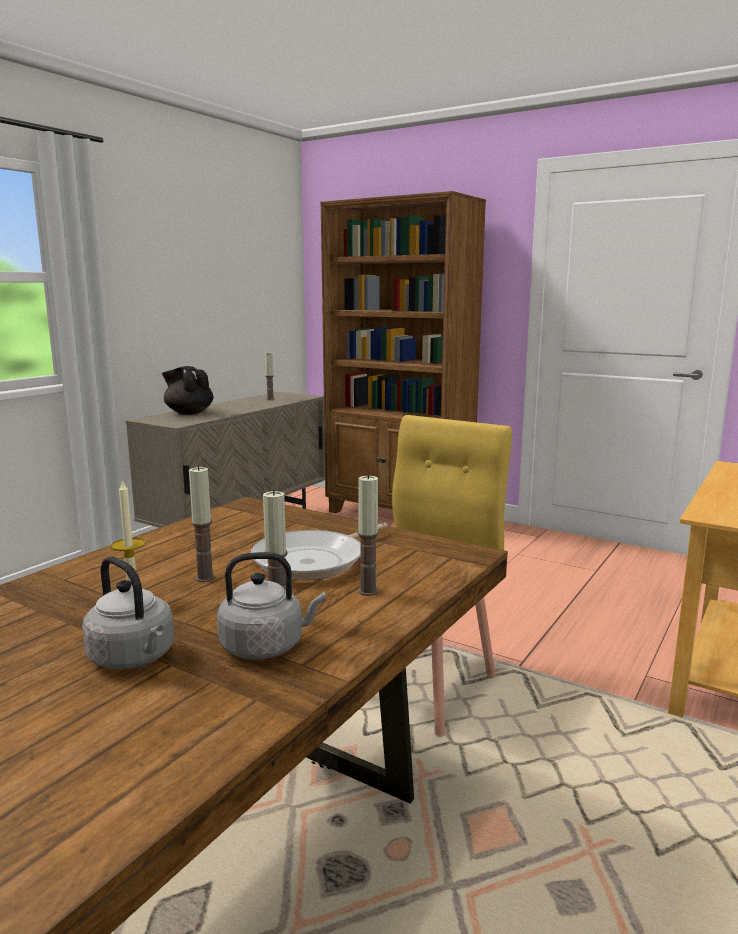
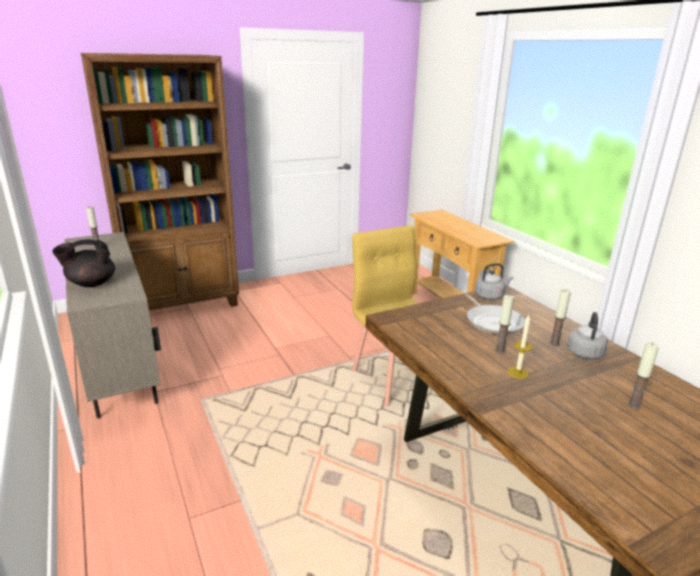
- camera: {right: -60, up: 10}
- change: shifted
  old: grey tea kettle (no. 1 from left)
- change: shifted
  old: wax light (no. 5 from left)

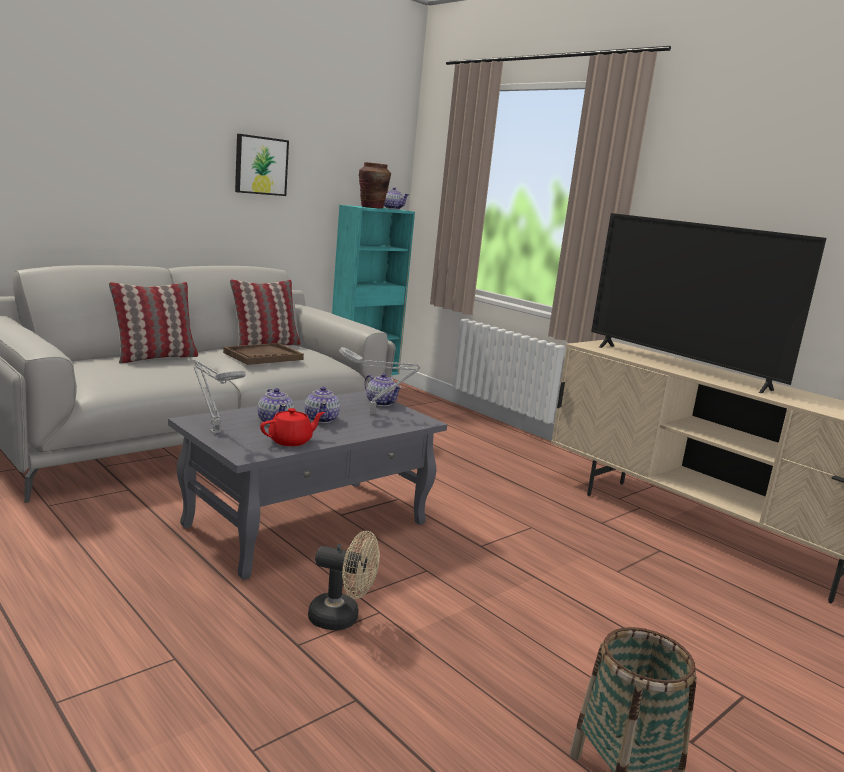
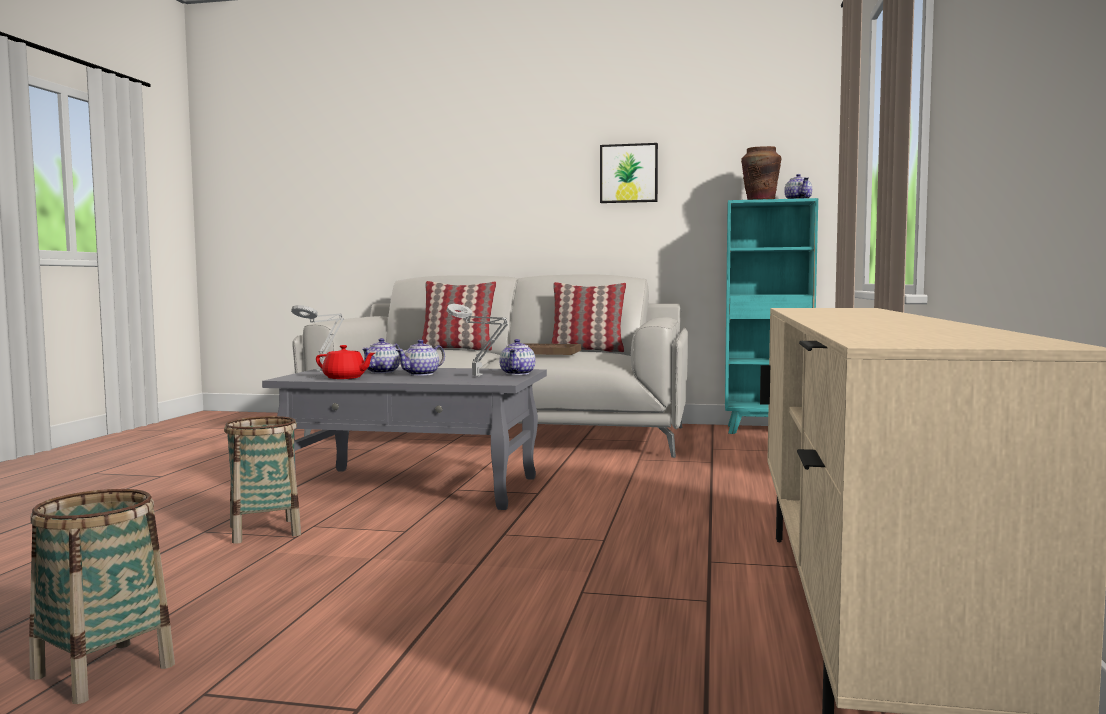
- camera: {right: 55, up: -10}
- change: swapped
  old: sand-coloured fan
  new: basket (no. 2 from left)
- change: gone
  old: TV

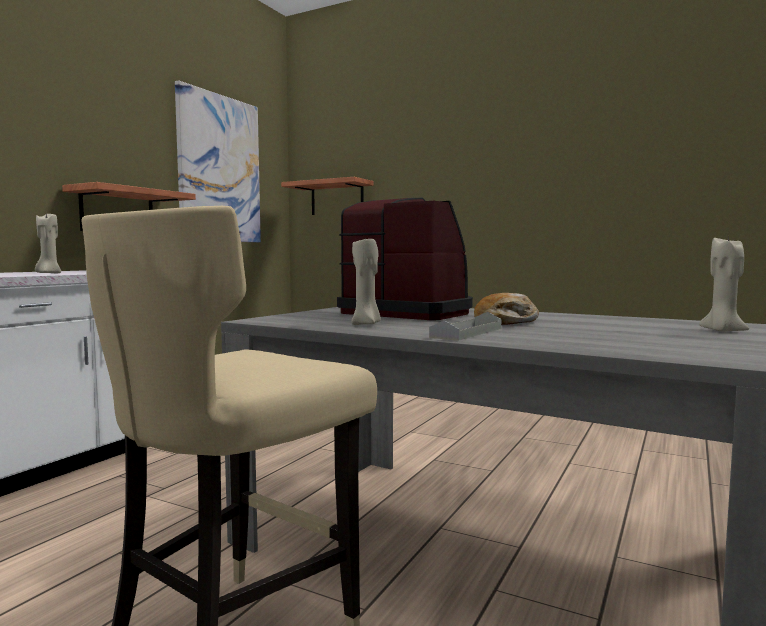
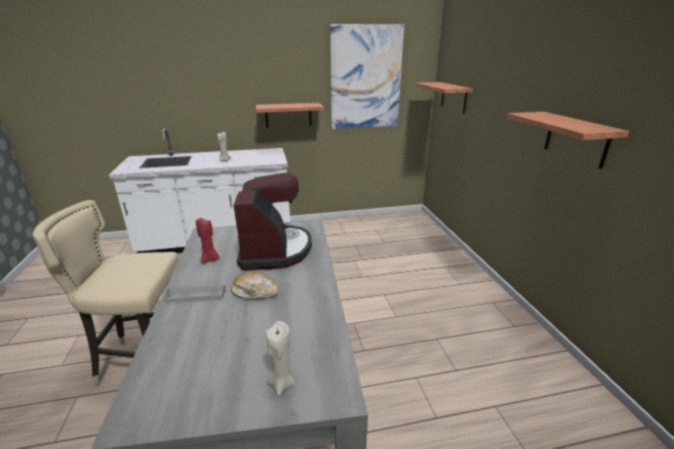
- camera: {right: 50, up: 20}
- change: repainted
  old: sand-coloured wax light (no. 2 from left)
  new: red wax light
- change: new
  new: wall shelf (no. 3 from left)

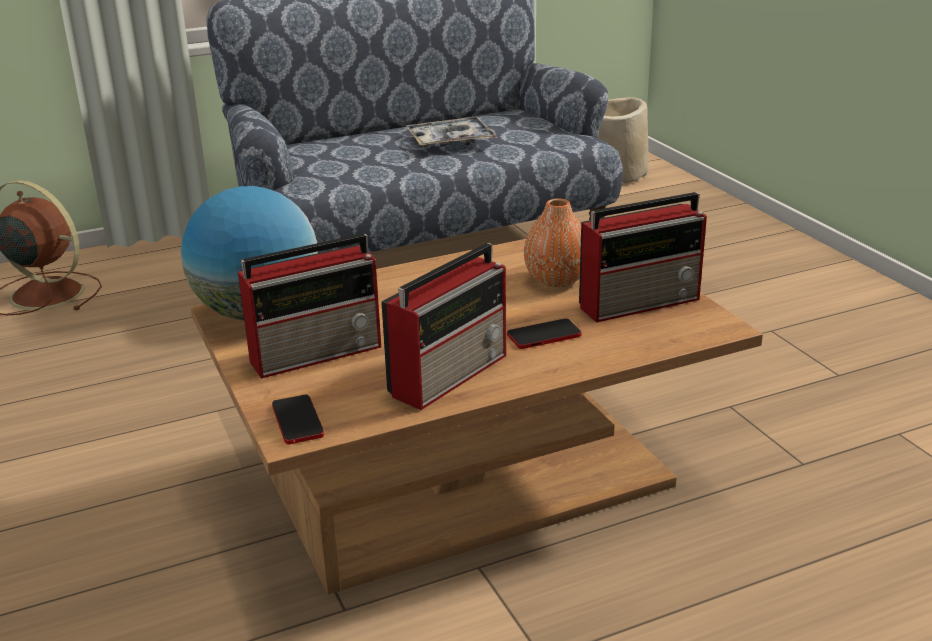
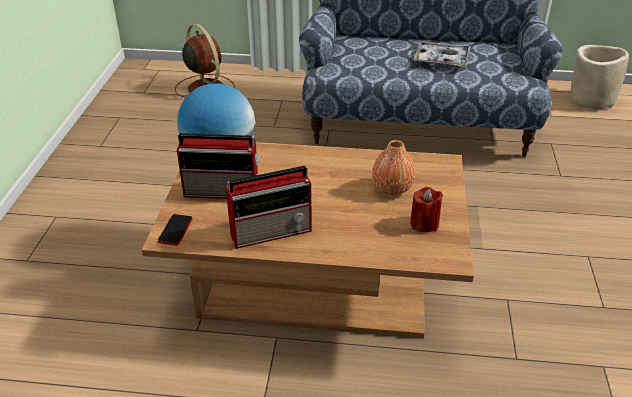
- camera: {right: 30, up: 10}
- change: gone
  old: telephone (no. 2 from left)
- change: swapped
  old: radio receiver (no. 3 from left)
  new: red wax light

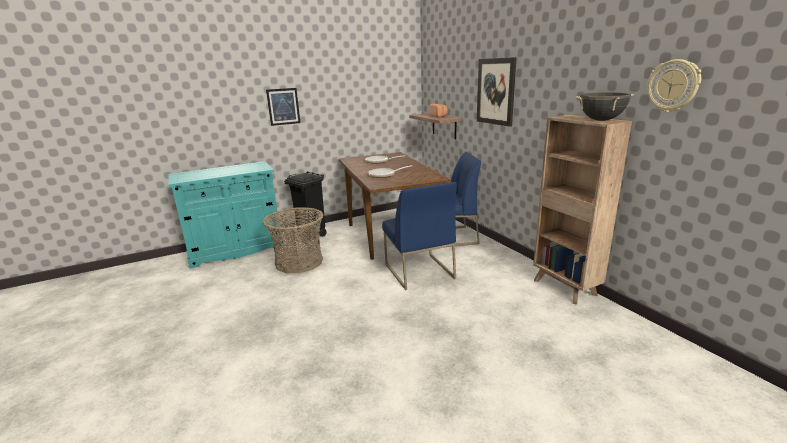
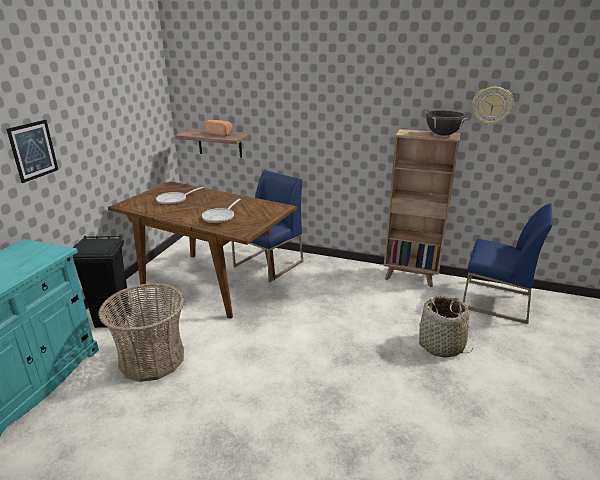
- camera: {right: -45, up: 5}
- change: shifted
  old: blue upright chair (no. 1 from left in the first image)
  new: blue upright chair (no. 2 from left)
- change: gone
  old: wall picture (no. 2 from left)
- change: new
  new: basket (no. 2 from left)

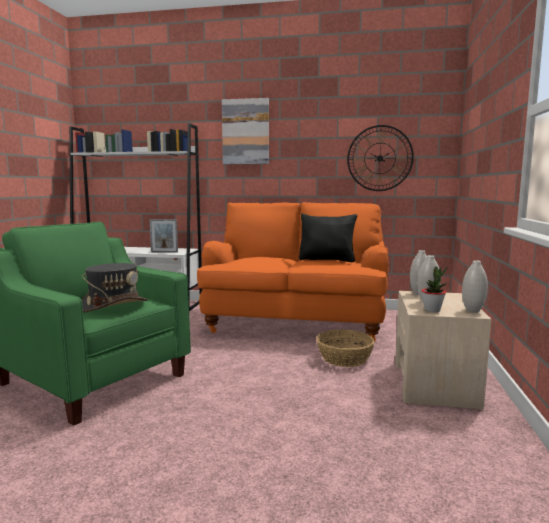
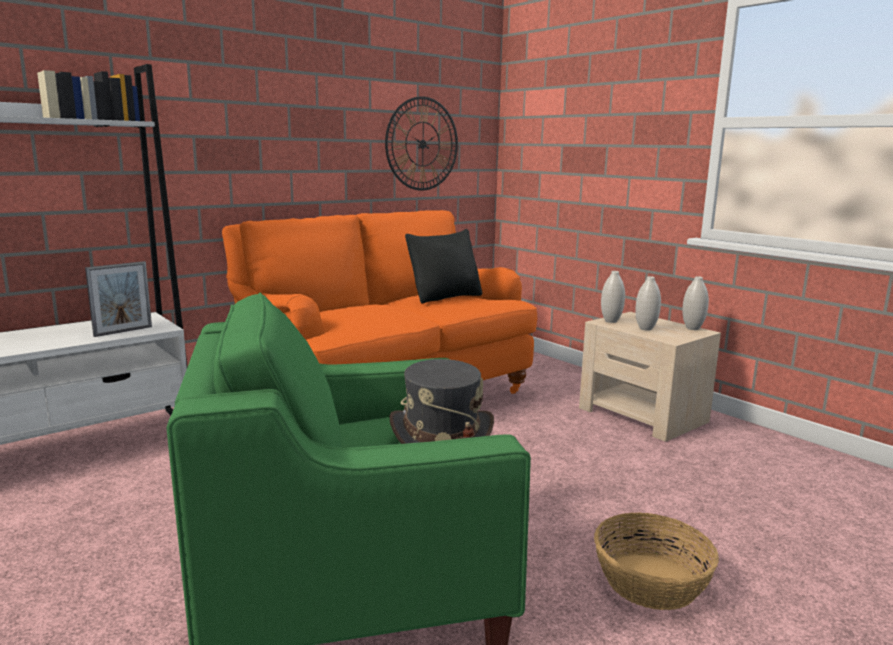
- camera: {right: -50, up: 5}
- change: gone
  old: wall picture
- change: shifted
  old: basket
- change: gone
  old: potted plant

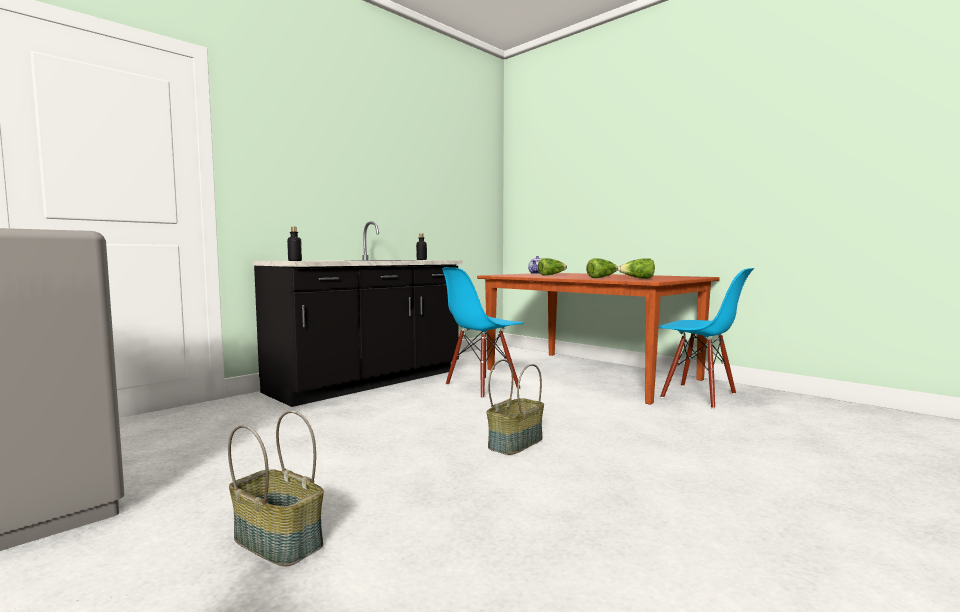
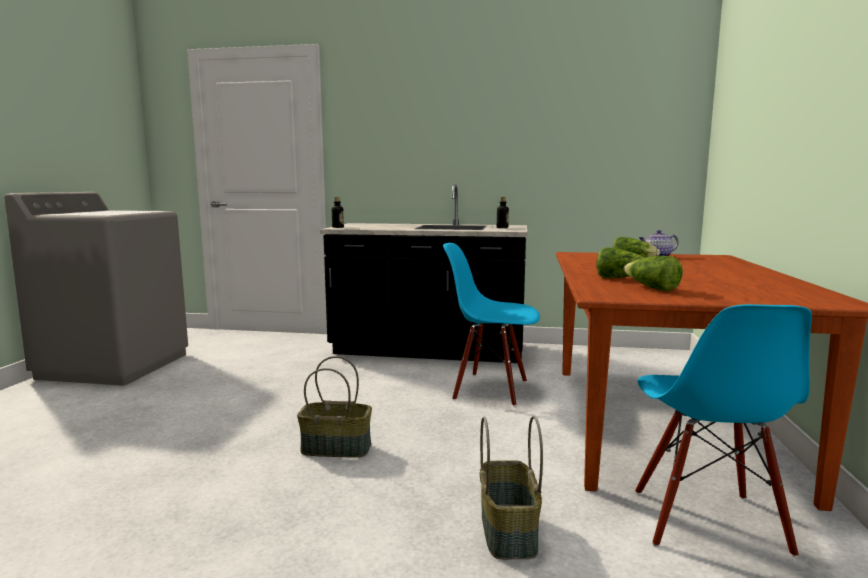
- camera: {right: 55, up: 5}
- change: shifted
  old: basket (no. 1 from left in the first image)
  new: basket (no. 2 from left)

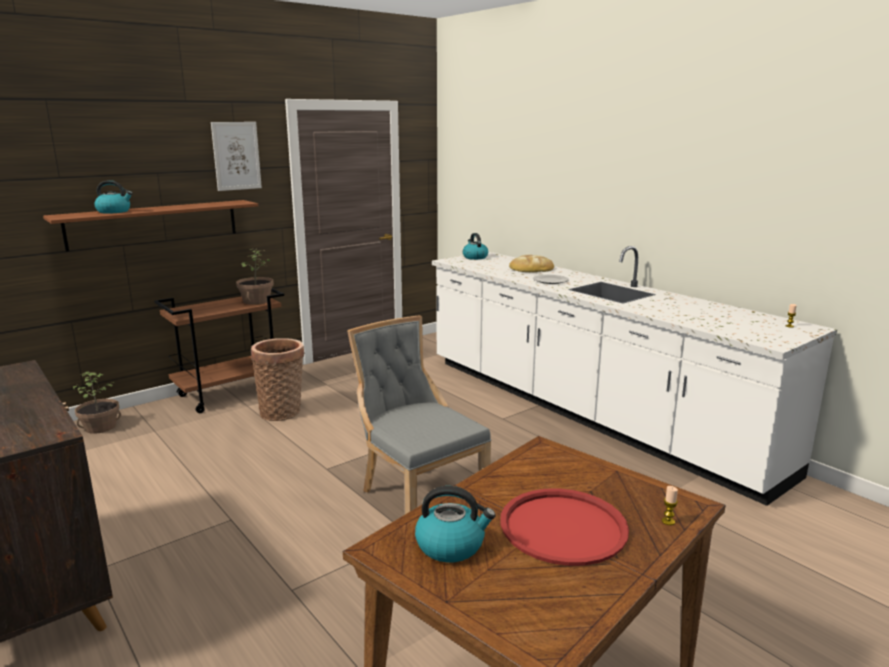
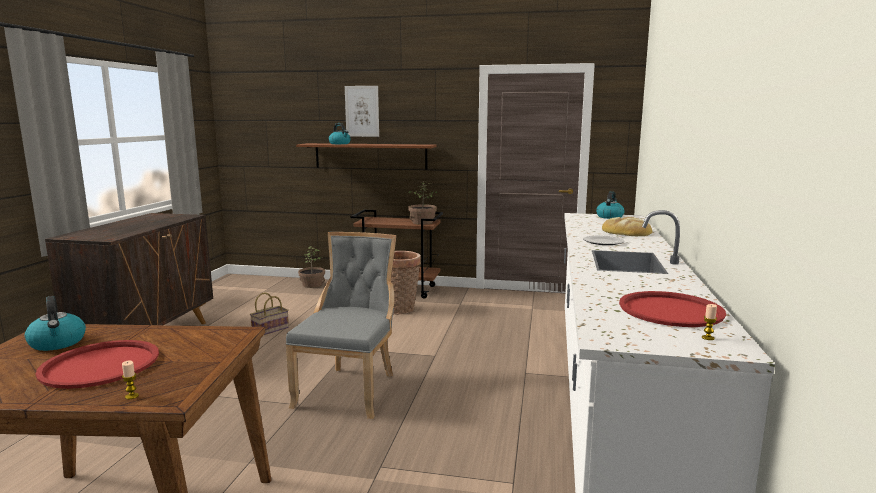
- camera: {right: 50, up: -5}
- change: shifted
  old: wall picture
- change: new
  new: basket (no. 1 from left)
- change: new
  new: red serving tray (no. 2 from left)

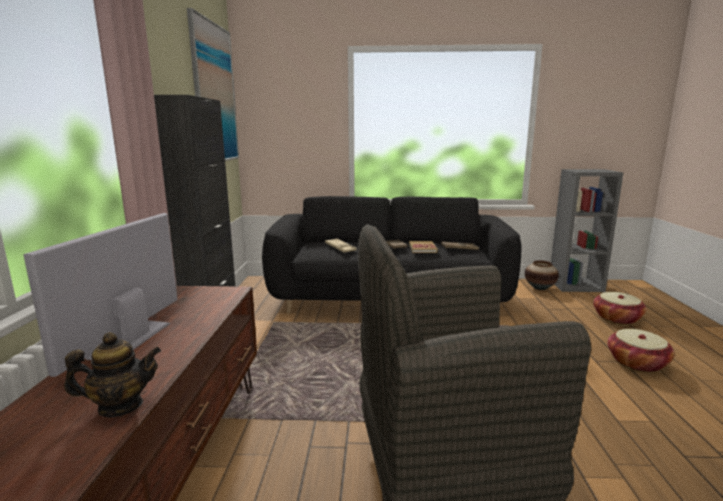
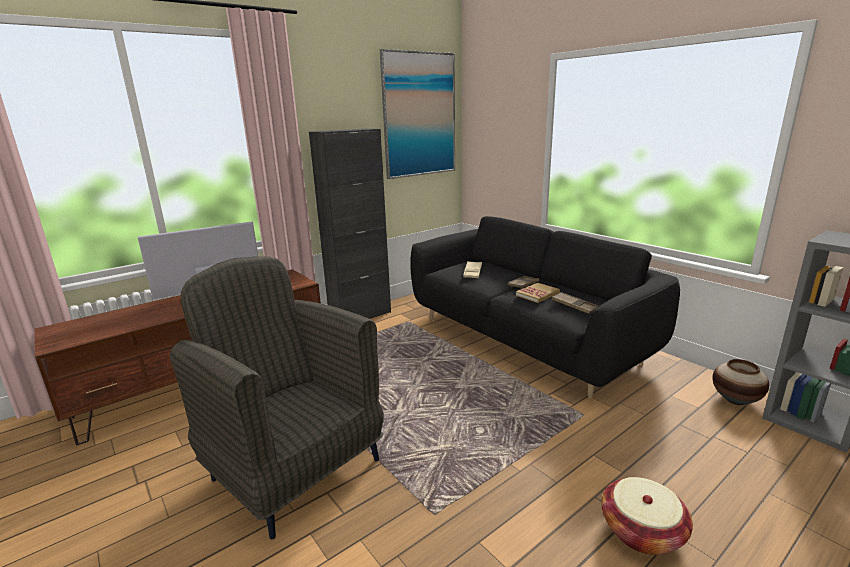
- camera: {right: 50, up: 5}
- change: gone
  old: pot for tea
- change: gone
  old: basket (no. 1 from left)

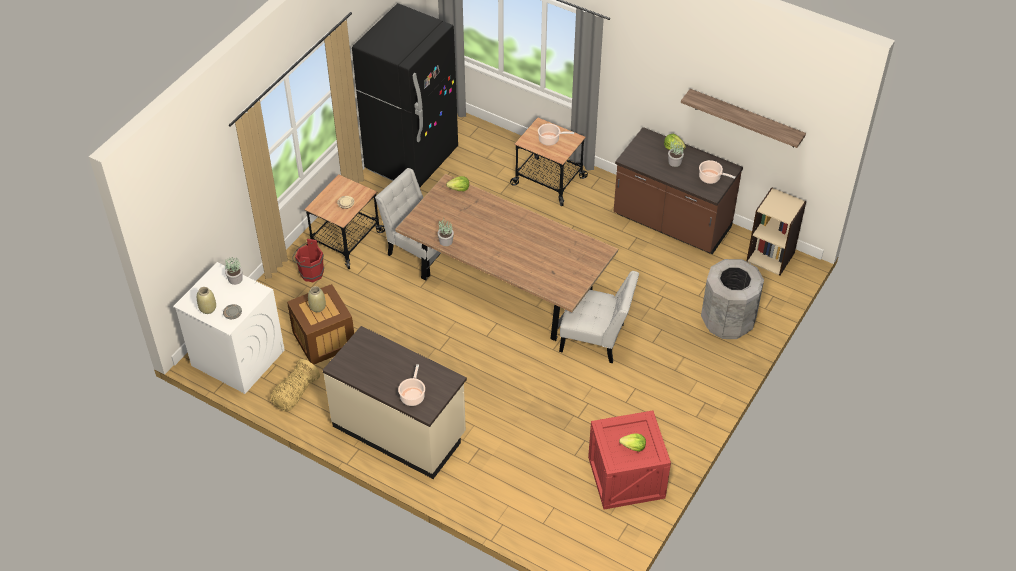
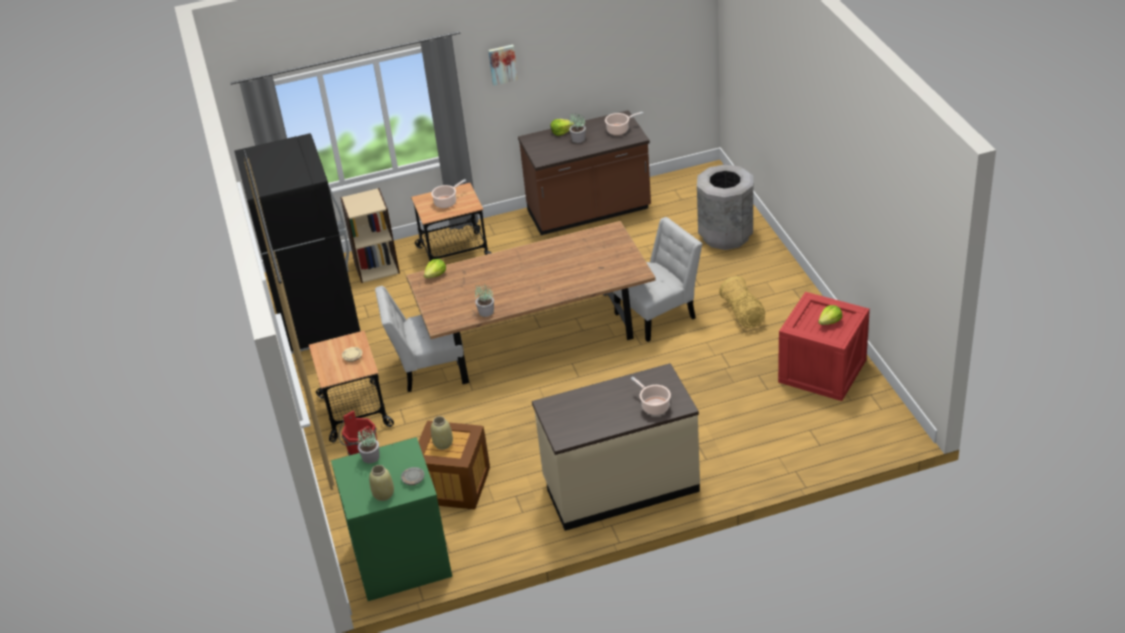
- camera: {right: -45, up: -10}
- change: repainted
  old: whitish laundry machine
  new: green laundry machine
- change: shifted
  old: basket
- change: gone
  old: wall shelf
- change: shifted
  old: sand-coloured shelving unit
- change: new
  new: wall picture

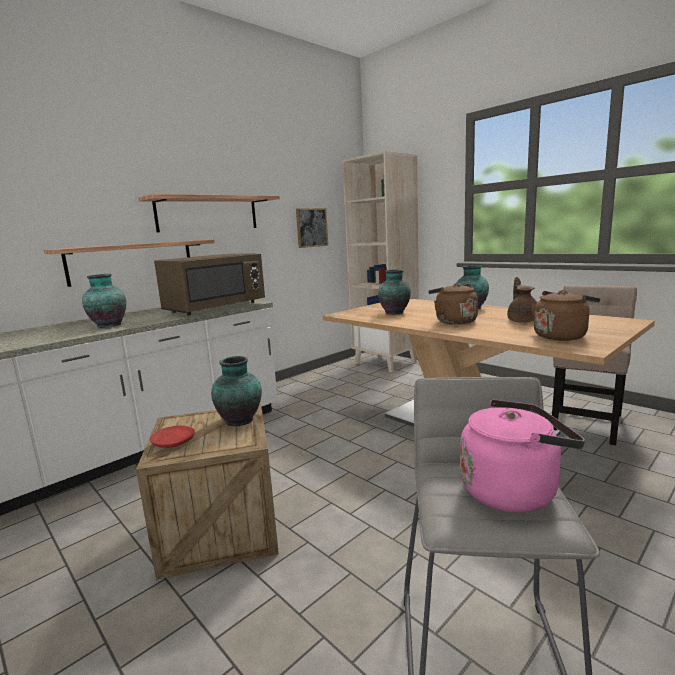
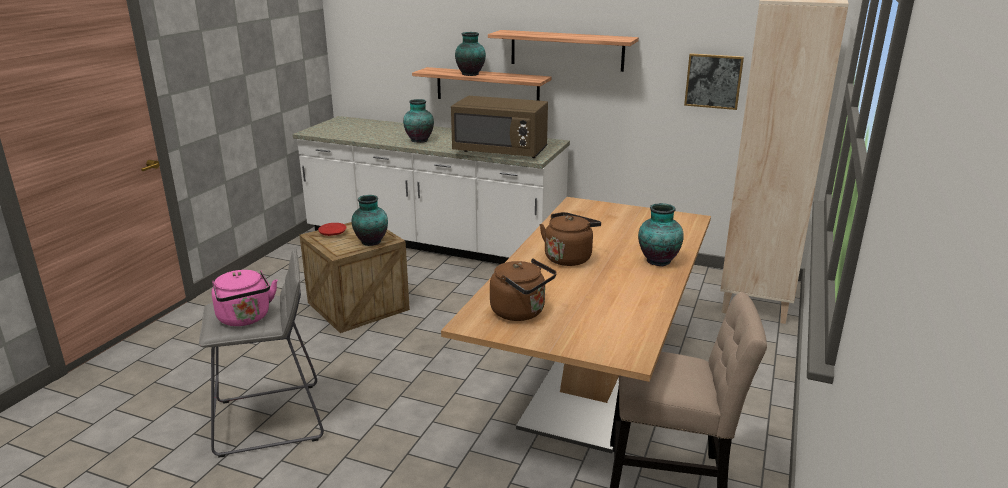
- camera: {right: 65, up: 10}
- change: shifted
  old: vase (no. 3 from left)
- change: gone
  old: brown-coloured pot for tea

